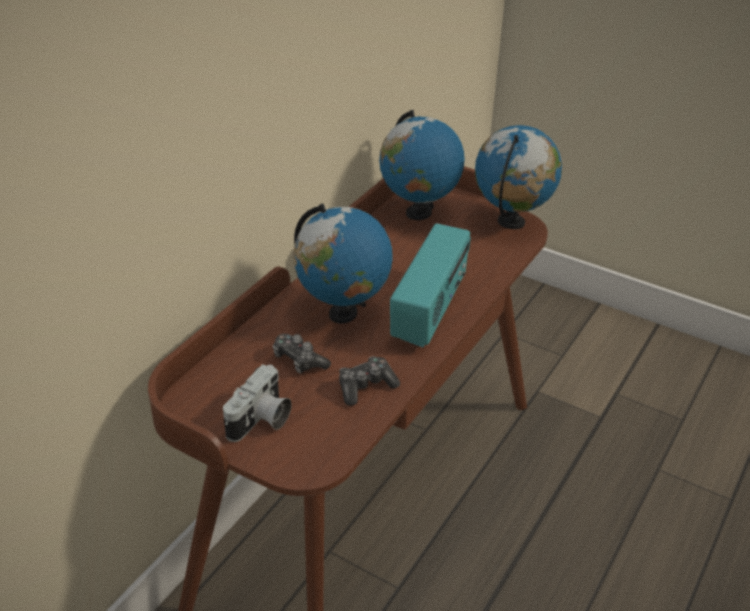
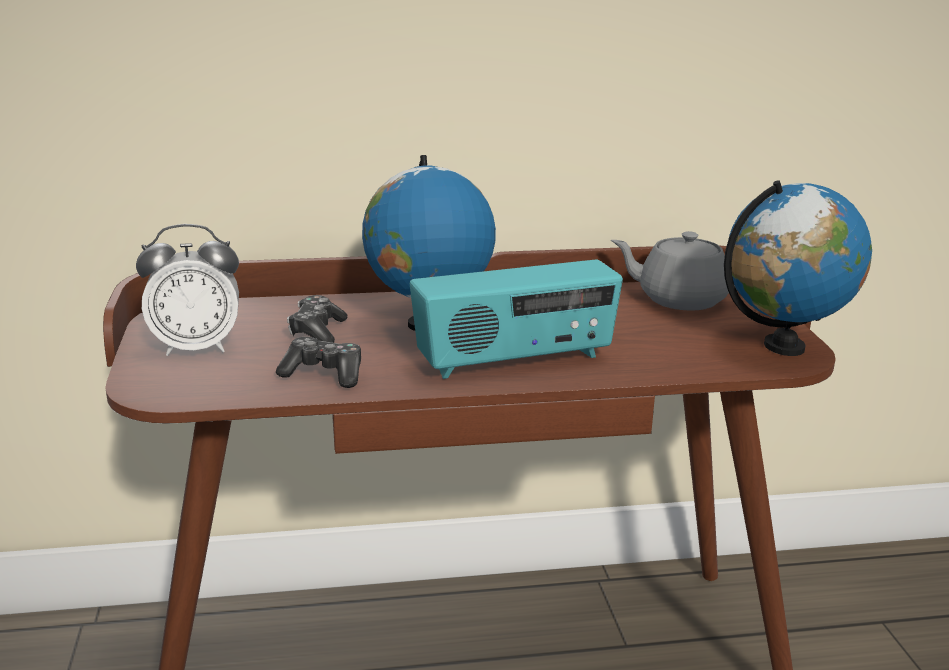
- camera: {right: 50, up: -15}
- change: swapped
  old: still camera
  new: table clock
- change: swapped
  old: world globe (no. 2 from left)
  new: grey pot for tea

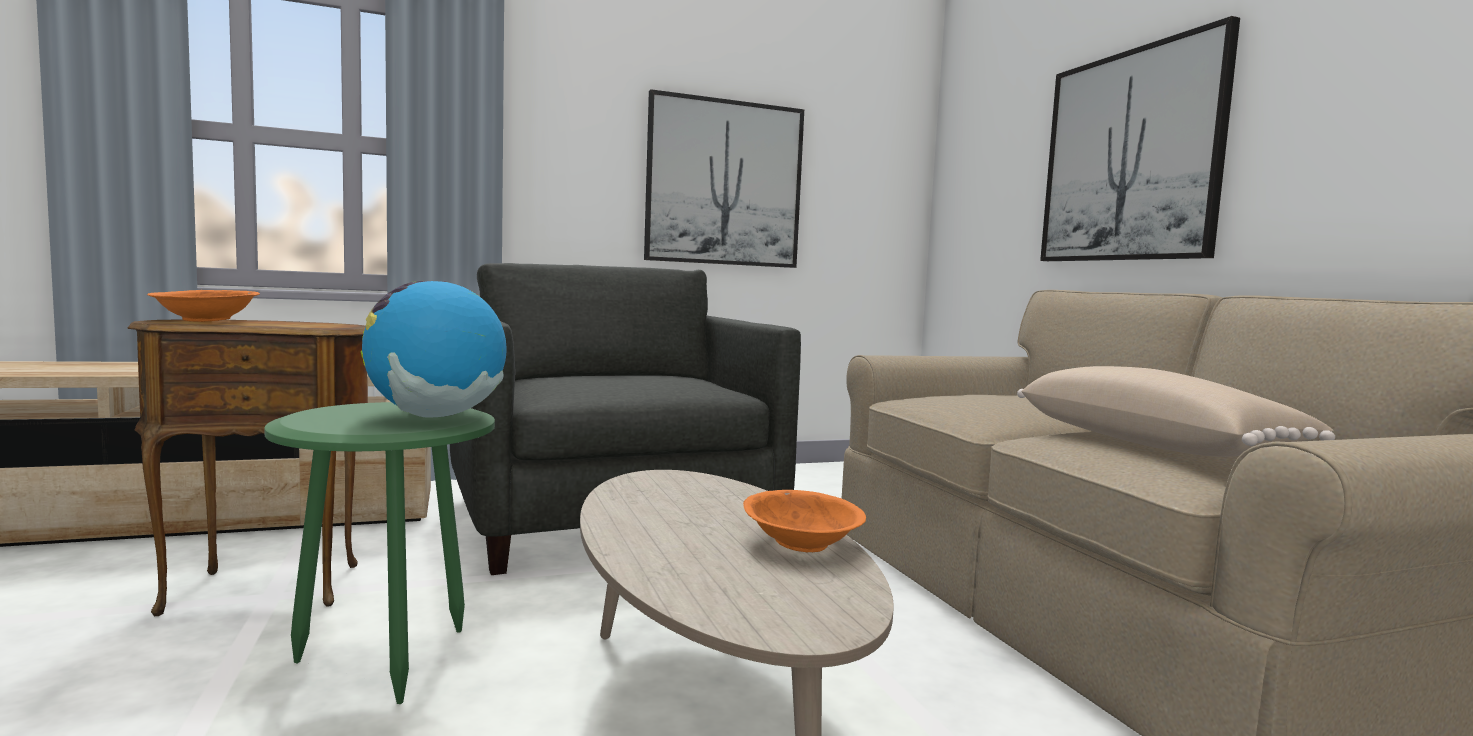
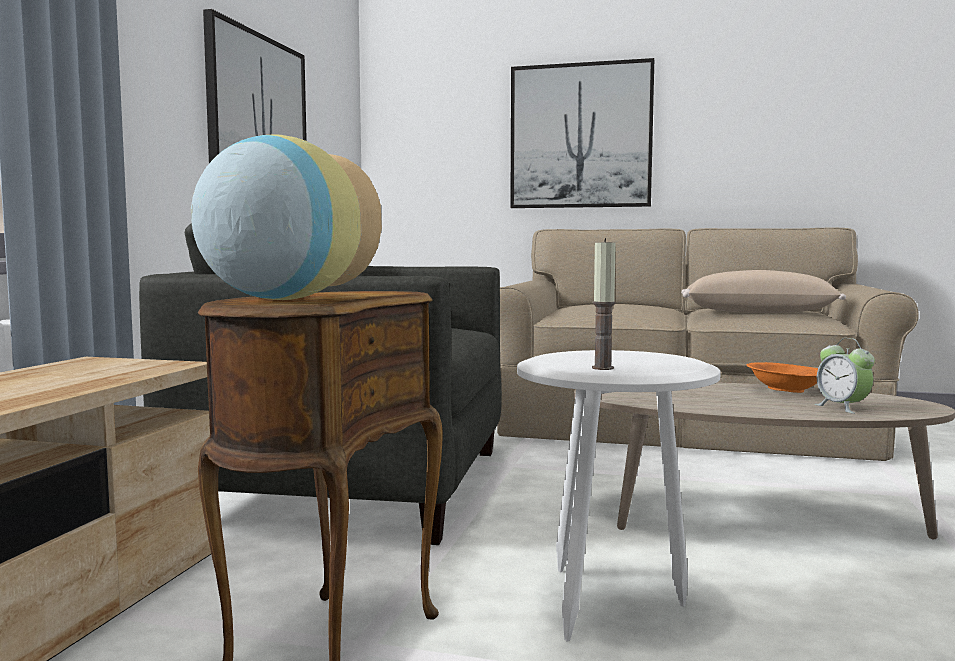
- camera: {right: -55, up: 0}
- change: swapped
  old: orangey bowl (no. 1 from left)
  new: vase
- change: repainted
  old: green end table
  new: whitish end table
- change: gone
  old: world globe
- change: new
  new: wax light
- change: new
  new: table clock

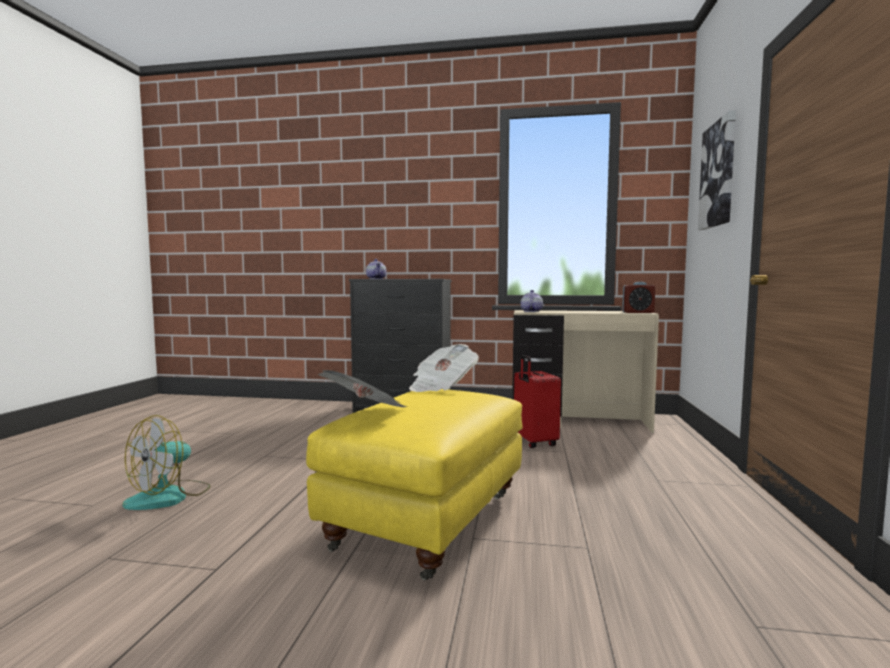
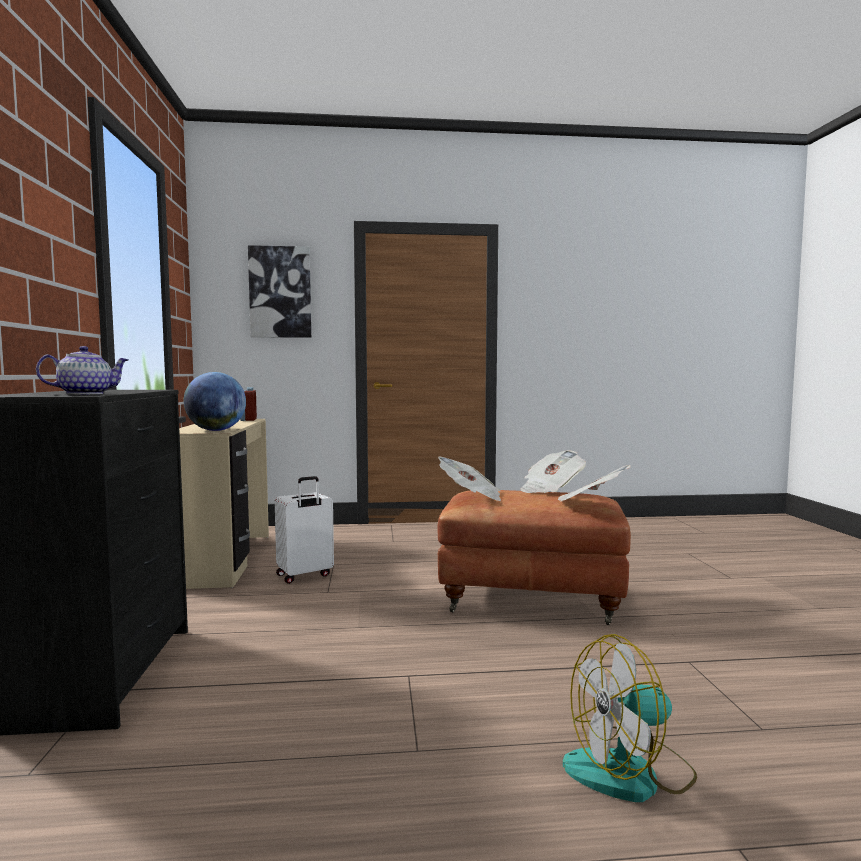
- camera: {right: -105, up: 0}
- change: rotated
  old: fan
  degrees: 150
- change: repainted
  old: yellow-coloured ottoman
  new: brown-coloured ottoman
- change: repainted
  old: red travel case
  new: whitish travel case
- change: swapped
  old: pot for tea (no. 2 from left)
  new: world globe
- change: new
  new: newspaper (no. 2 from left)

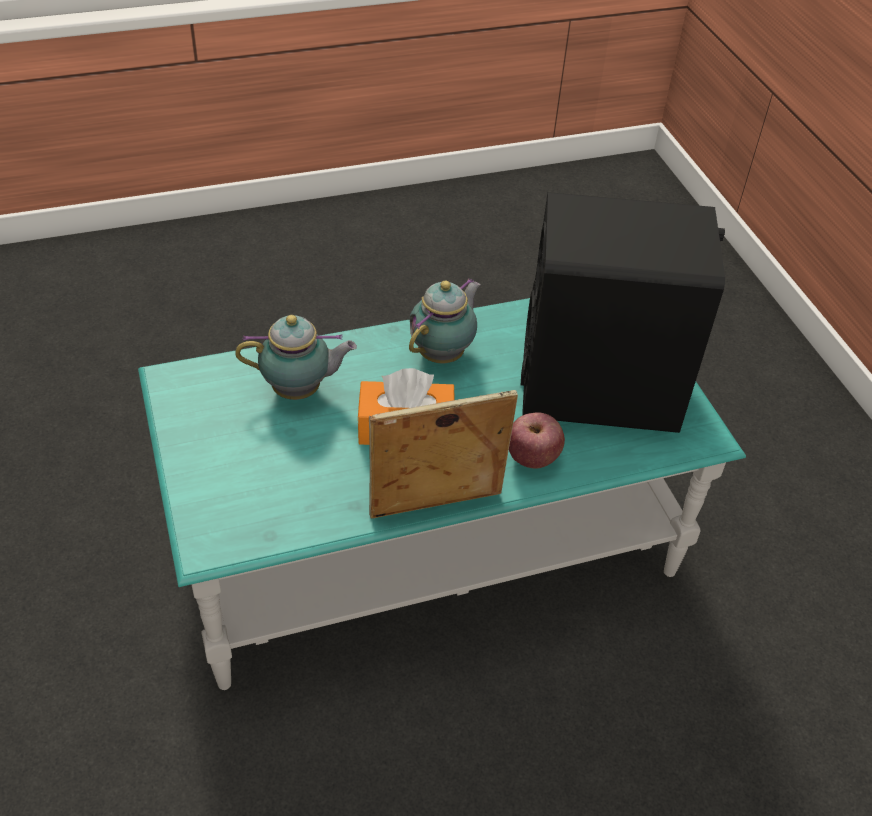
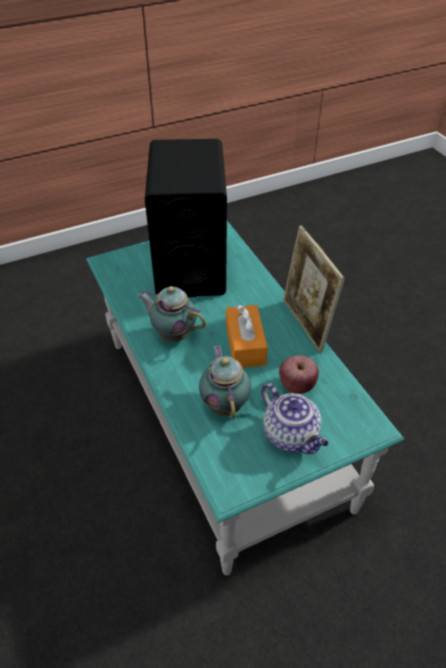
- camera: {right: -95, up: 0}
- change: shifted
  old: whole apple
- change: new
  new: pot for tea (no. 3 from left)

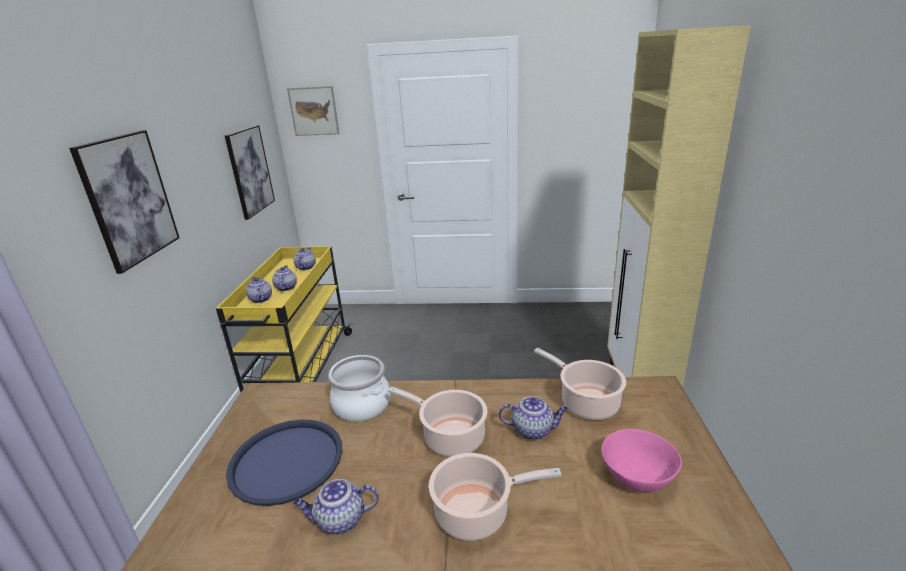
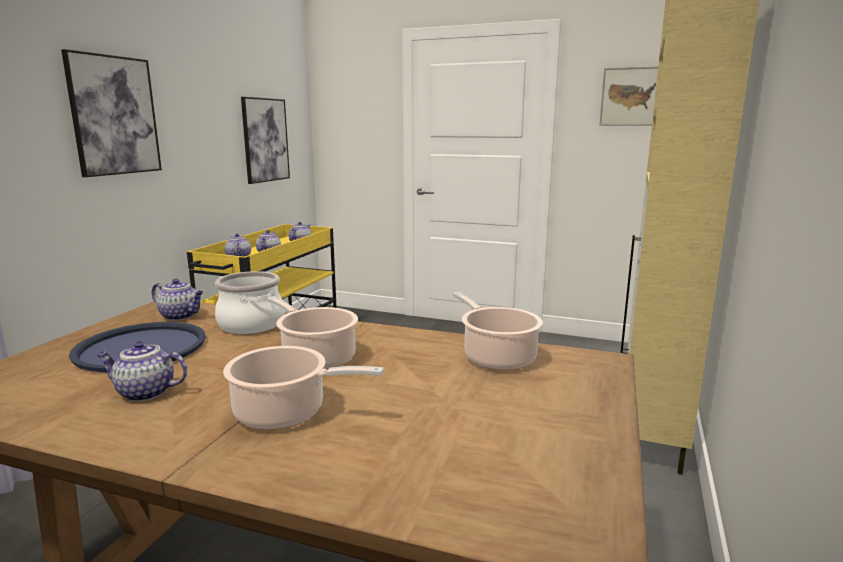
- camera: {right: 15, up: -10}
- change: shifted
  old: wall picture (no. 3 from left)
- change: shifted
  old: pot for tea (no. 5 from left in the first image)
  new: pot for tea (no. 2 from left)
- change: gone
  old: pinkish bowl

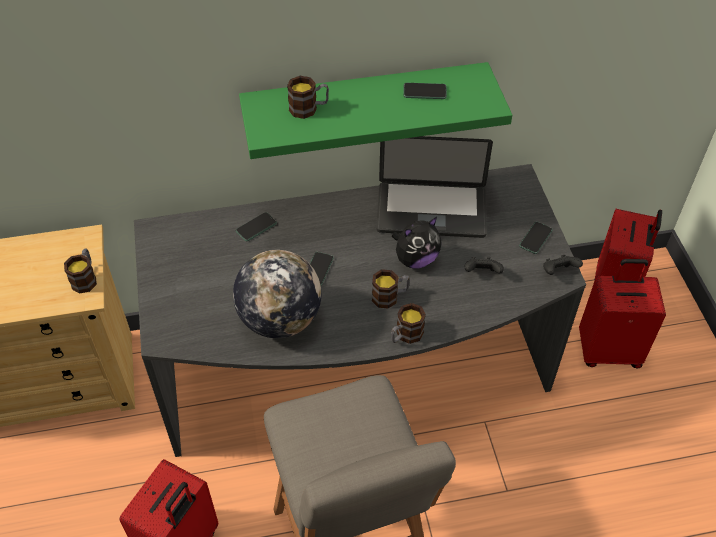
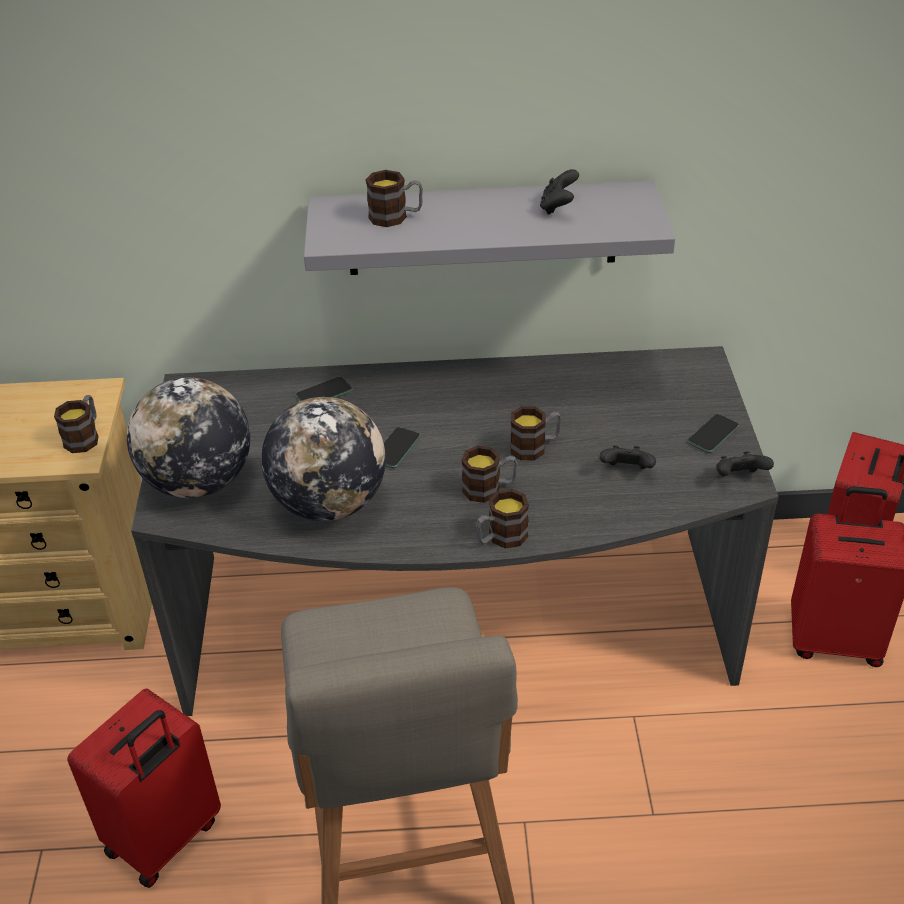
- camera: {right: 10, up: -10}
- change: repainted
  old: green wall shelf
  new: grey wall shelf
- change: gone
  old: notebook computer
- change: swapped
  old: plush toy
  new: mug (no. 5 from left)
- change: swapped
  old: telephone (no. 3 from left)
  new: black joypad (no. 1 from left)
- change: new
  new: world globe (no. 1 from left)

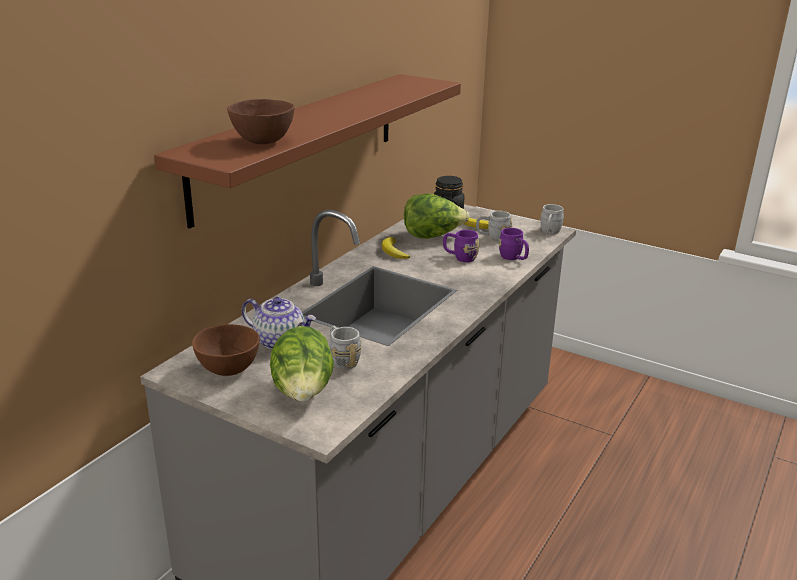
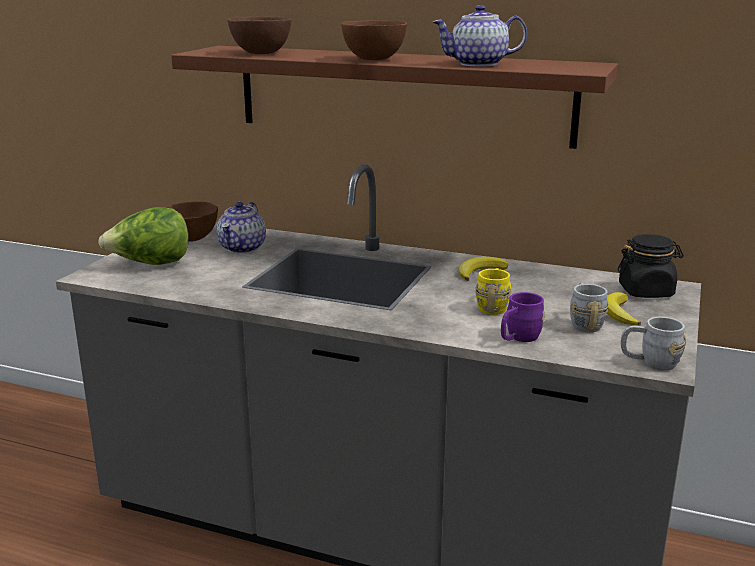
- camera: {right: 80, up: -5}
- change: gone
  old: grey mug (no. 1 from left)
- change: gone
  old: lettuce (no. 2 from left)
- change: repainted
  old: purple mug (no. 1 from left)
  new: yellow-coloured mug
- change: new
  new: brown-coloured bowl (no. 3 from left)
- change: new
  new: pot for tea (no. 2 from left)

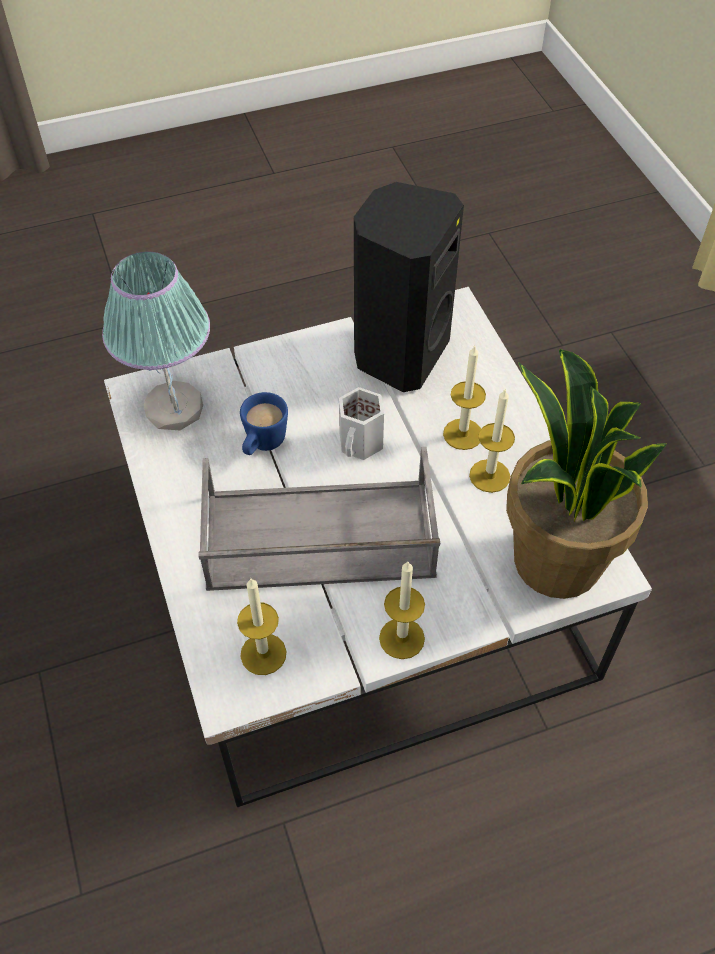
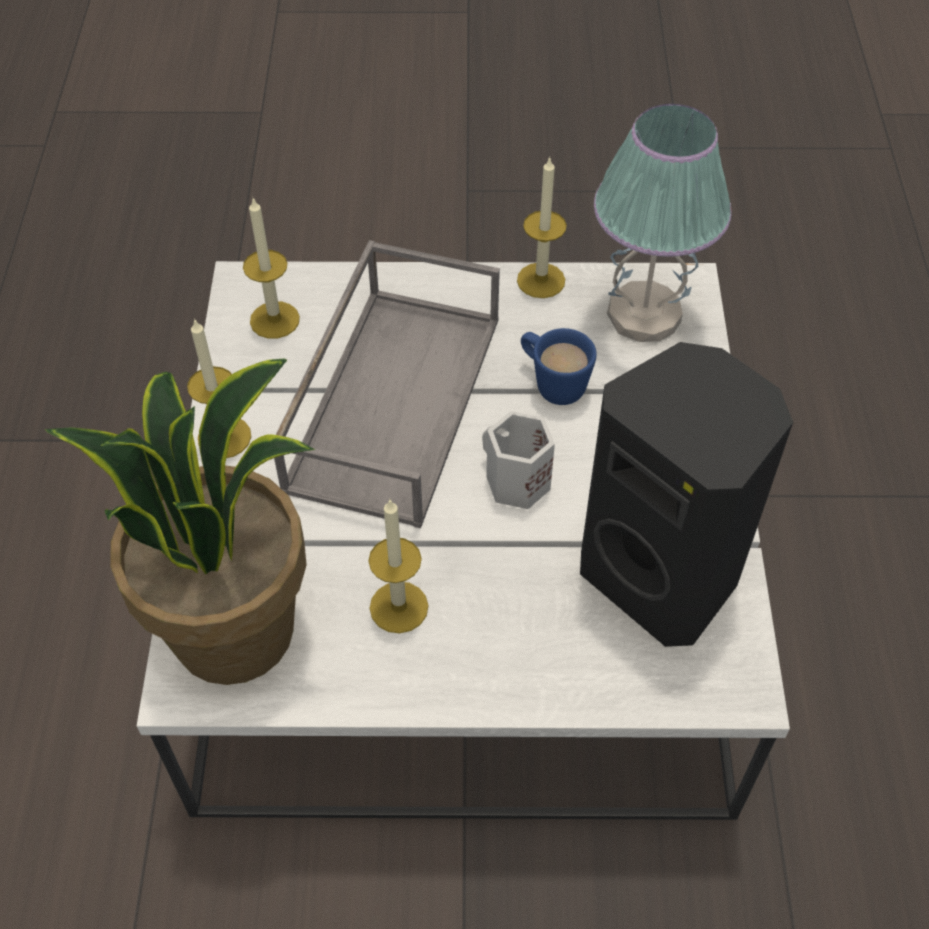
- camera: {right: 110, up: 0}
- change: shifted
  old: wax light (no. 3 from left in the first image)
  new: wax light (no. 4 from left)

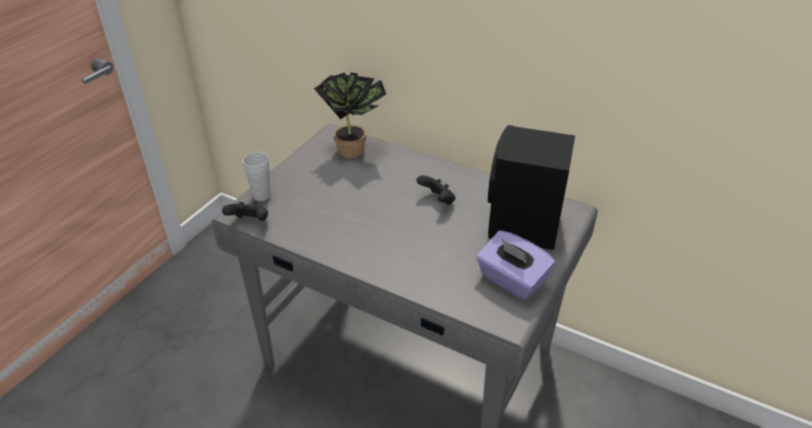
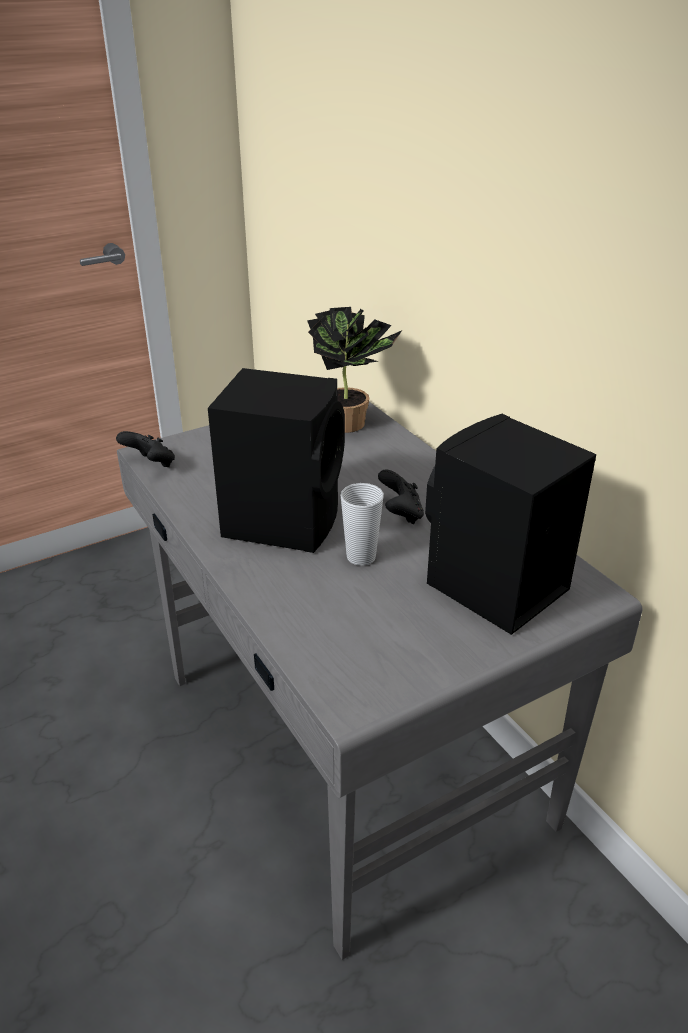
- camera: {right: 30, up: -5}
- change: shifted
  old: cup
- change: gone
  old: purple tissue box
- change: new
  new: black audio speaker (no. 1 from left)

